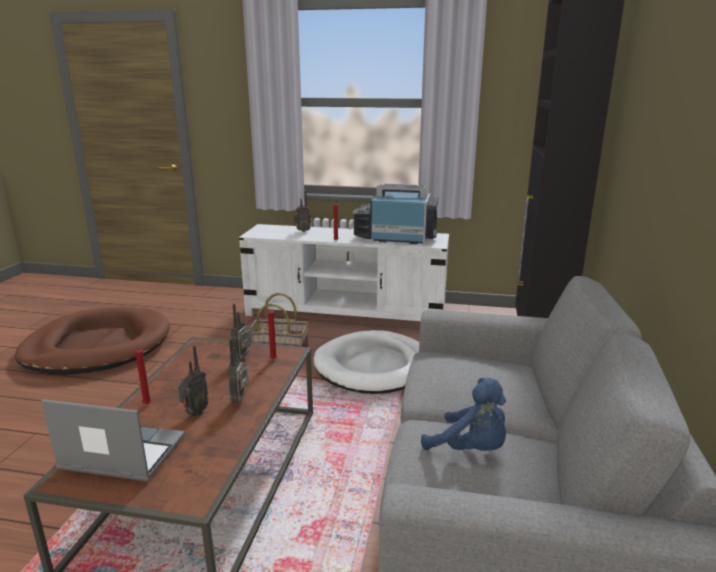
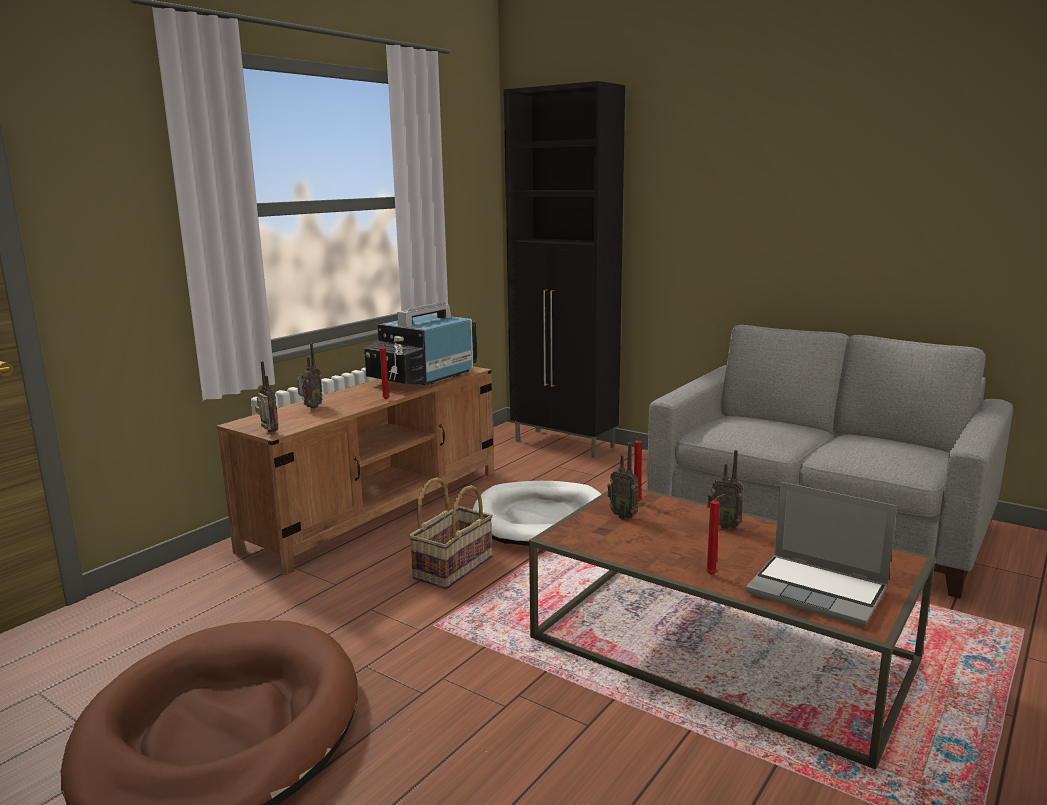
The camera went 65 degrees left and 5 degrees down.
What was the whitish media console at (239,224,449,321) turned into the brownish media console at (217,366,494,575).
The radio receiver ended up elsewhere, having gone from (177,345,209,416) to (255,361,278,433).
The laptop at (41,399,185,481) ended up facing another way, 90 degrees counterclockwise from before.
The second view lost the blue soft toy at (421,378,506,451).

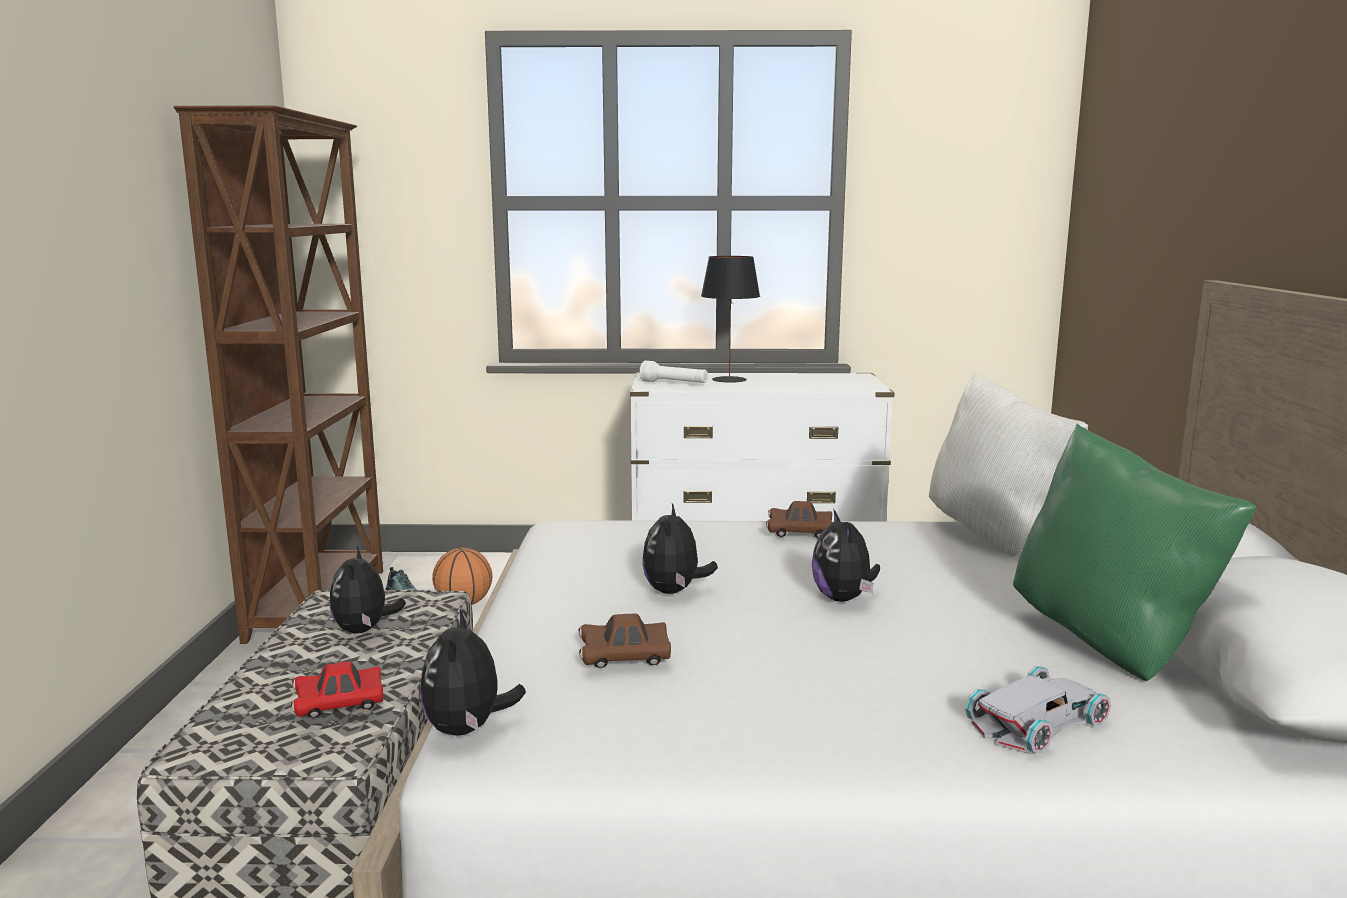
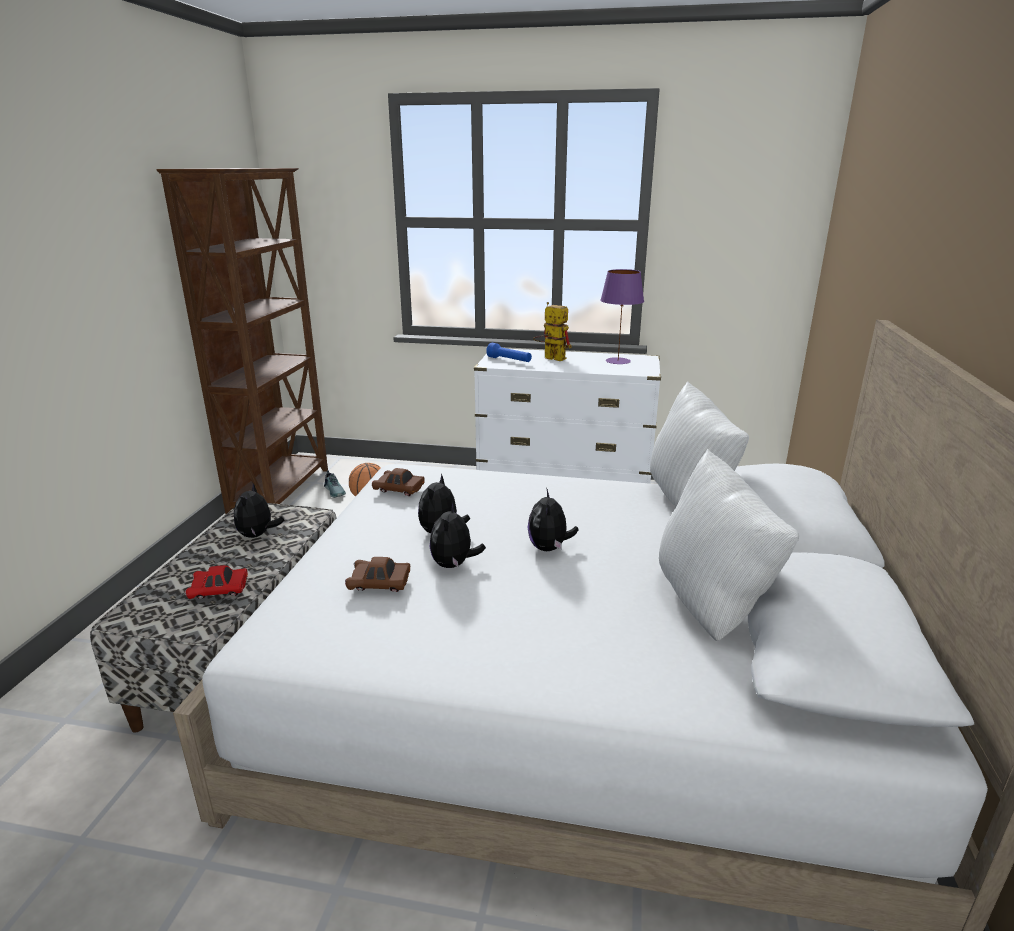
The camera went 10 degrees right and 10 degrees up.
The brownish miniature car ended up elsewhere, having gone from (766,501,832,538) to (372,468,425,496).
The soft toy ended up elsewhere, having gone from (420,610,526,736) to (430,502,486,568).
What was the whitish flashlight at (640,361,708,383) turned into the blue flashlight at (486,343,532,362).
Where the black-coloured lamp for a table stood at (701,256,760,383), the robot figure came to stand at (533,302,572,361).
The second view gained the purple-coloured lamp for a table at (600,269,644,364).
What was the greenish cushion at (1013,424,1257,681) turned into the whitish cushion at (659,449,799,641).
The second view lost the whitish miniature car at (965,666,1111,753).

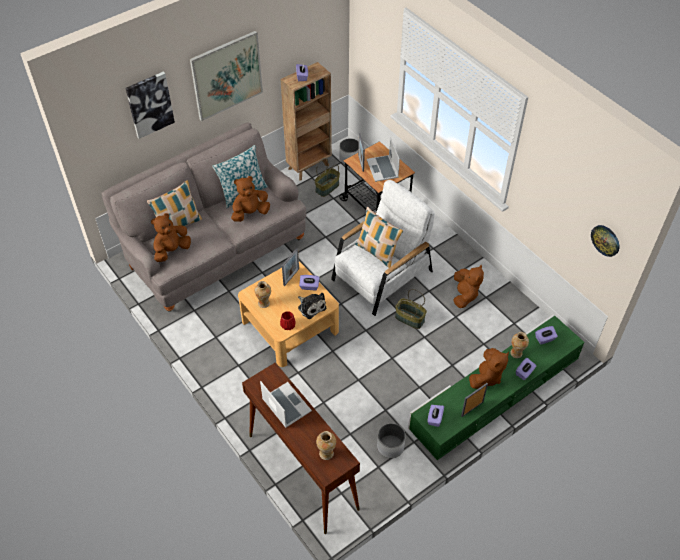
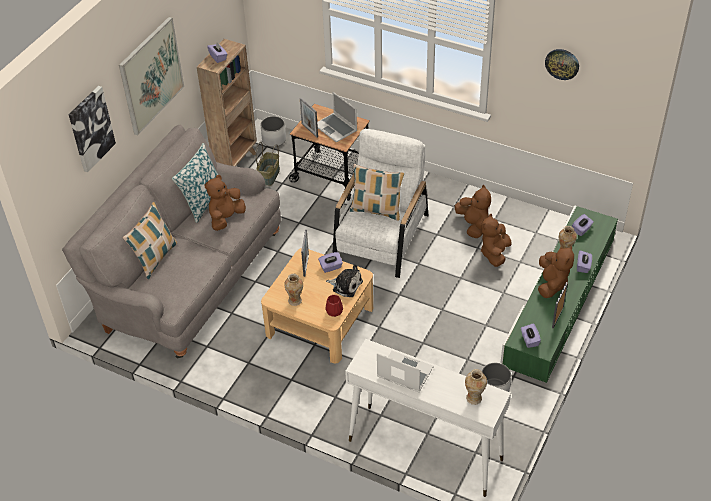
The camera went 25 degrees left and 5 degrees down.
What was the brownish hall table at (242,362,360,534) turned into the whitish hall table at (345,339,511,497).
The brownish soft toy ended up elsewhere, having gone from (151,213,191,262) to (481,214,512,267).
The hanging clock ended up elsewhere, having gone from (591,225,619,257) to (545,49,579,80).
The second view lost the storage basket at (395,289,427,329).

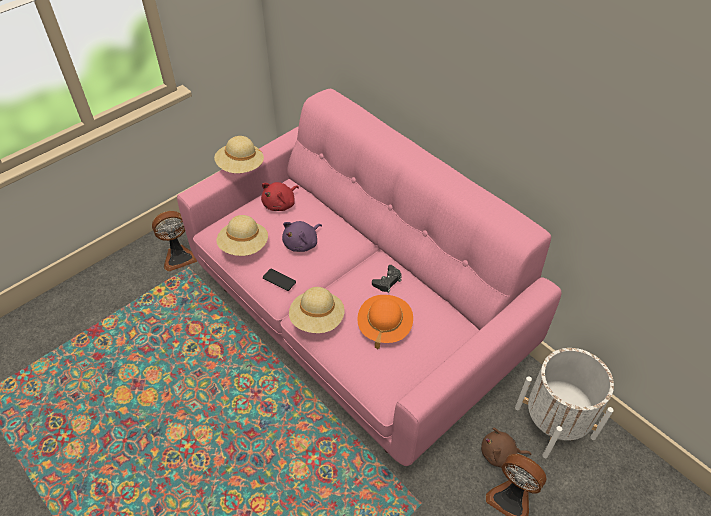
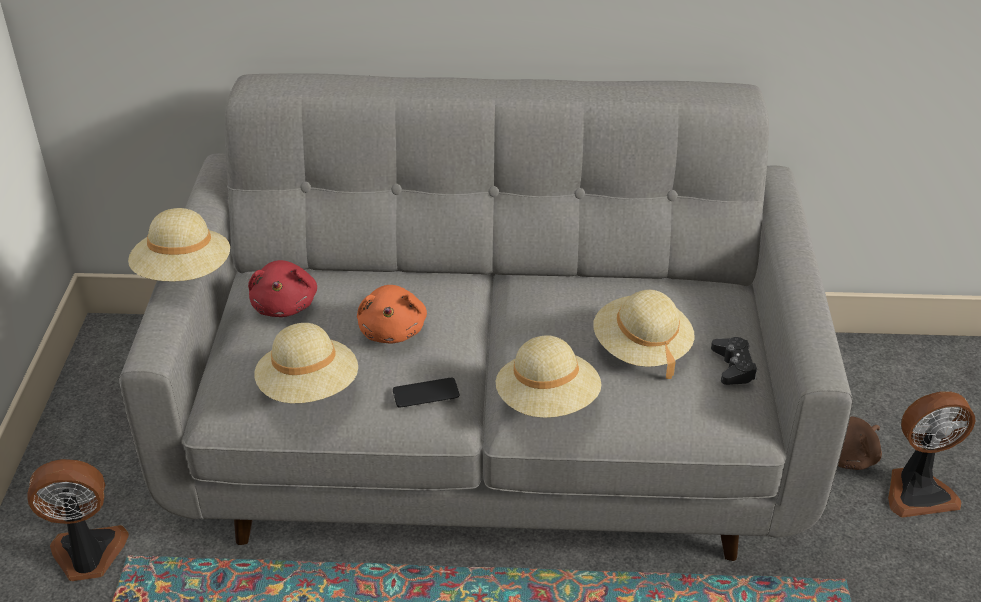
The camera went 45 degrees left and 10 degrees down.
The fan at (152,211,197,271) ended up facing another way, 120 degrees counterclockwise from before.
What was the pink-coloured couch at (177,89,561,466) turned into the greyish couch at (119,74,853,561).
What was the purple-coloured soft toy at (282,221,322,252) turned into the orange soft toy at (357,285,427,343).
What was the orange wearable hat at (357,295,413,349) turned into the beige-coloured wearable hat at (593,290,695,379).
The black-coloured joypad ended up elsewhere, having gone from (372,265,402,293) to (711,337,757,385).
The second view lost the whitish planter at (515,348,614,458).

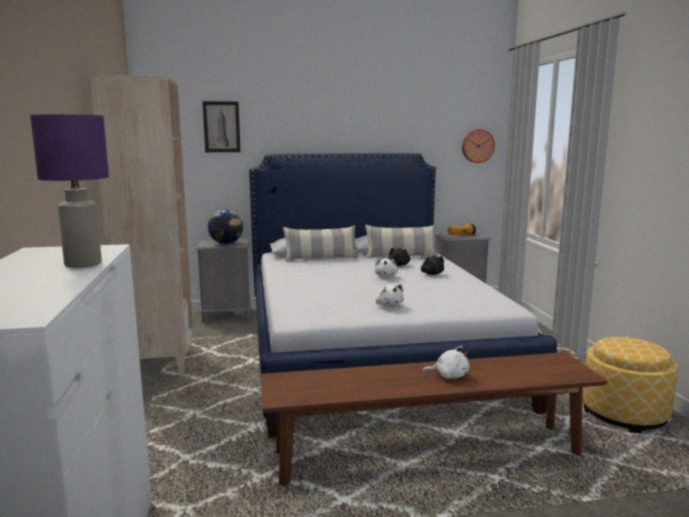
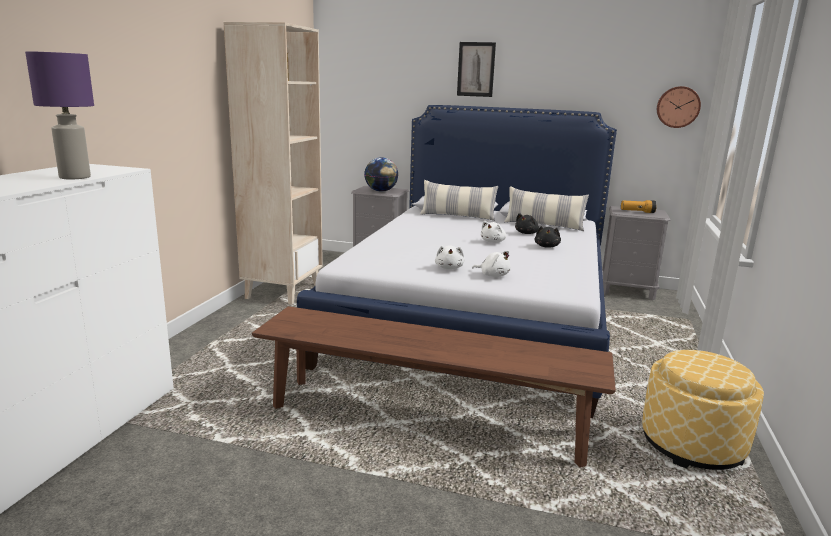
The camera went 25 degrees right and 5 degrees up.
The wall picture ended up elsewhere, having gone from (203,101,240,152) to (457,42,496,97).
The whitish soft toy ended up elsewhere, having gone from (422,346,469,378) to (472,251,511,277).

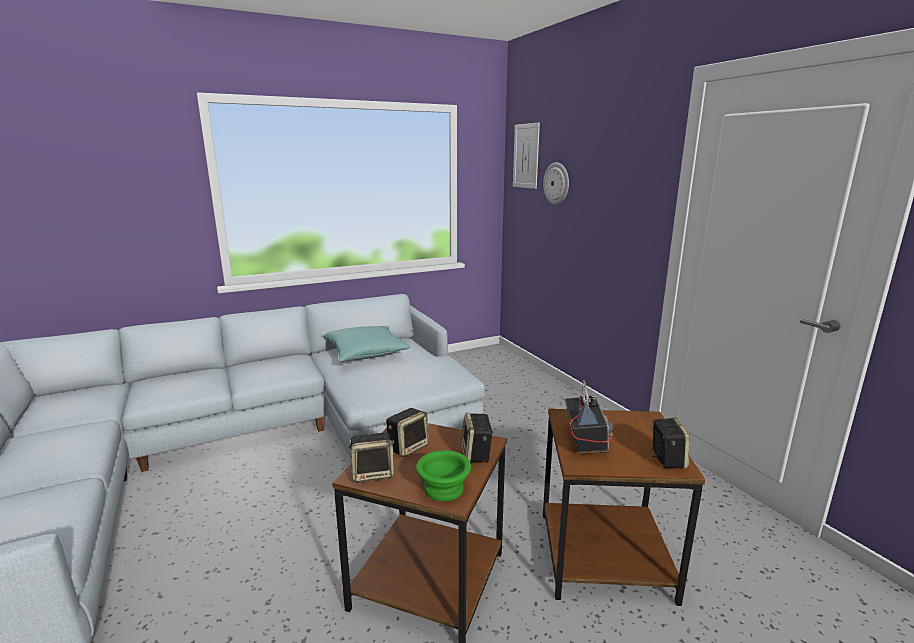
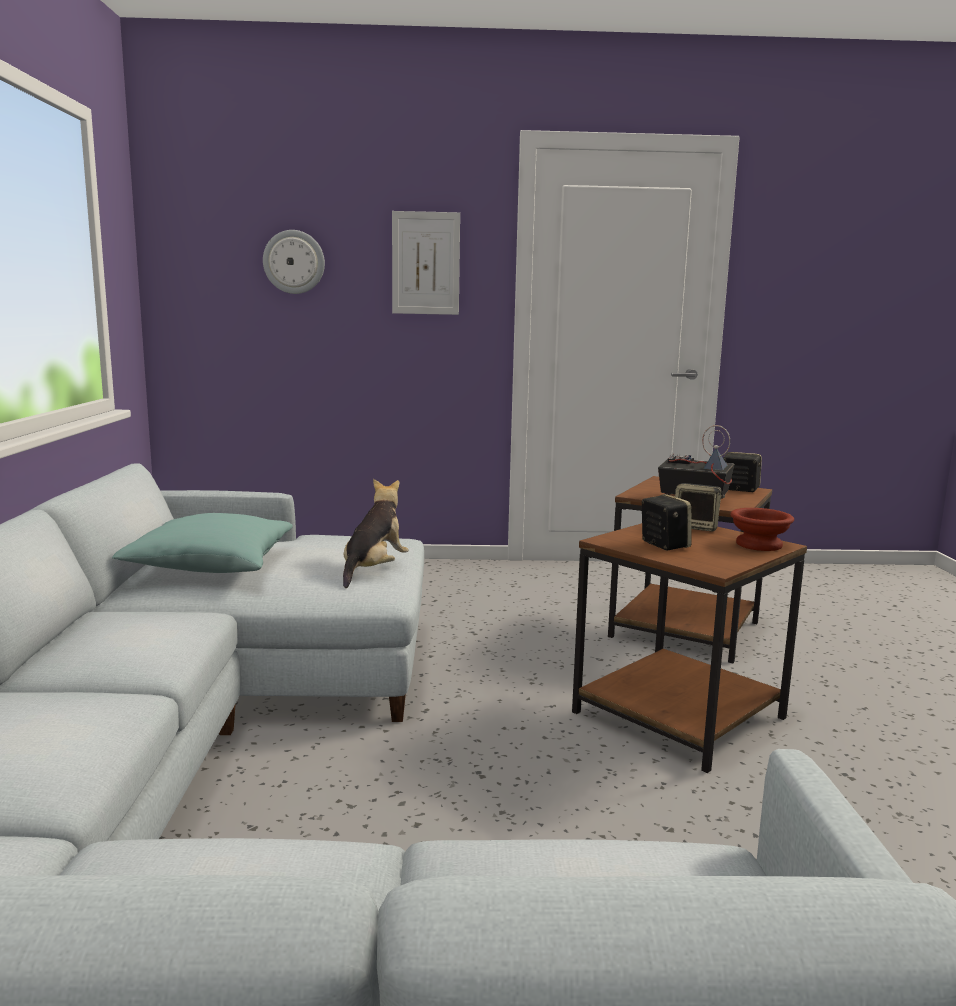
The camera went 65 degrees left and 5 degrees down.
The second view gained the soft toy at (343,479,409,588).
The wall picture ended up elsewhere, having gone from (513,122,540,189) to (392,211,460,315).
What was the greenish deep dish at (416,450,471,501) turned into the brownish deep dish at (730,508,794,551).
The second view lost the speaker at (349,432,394,483).

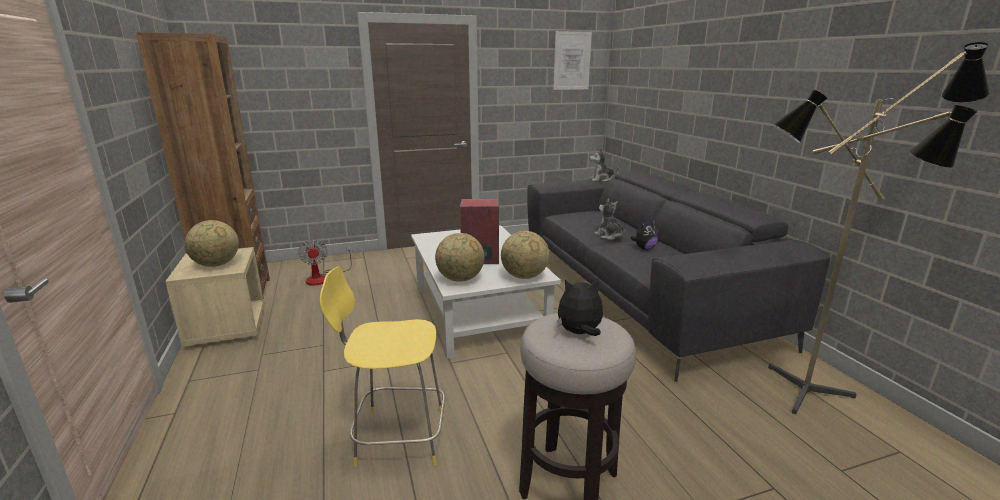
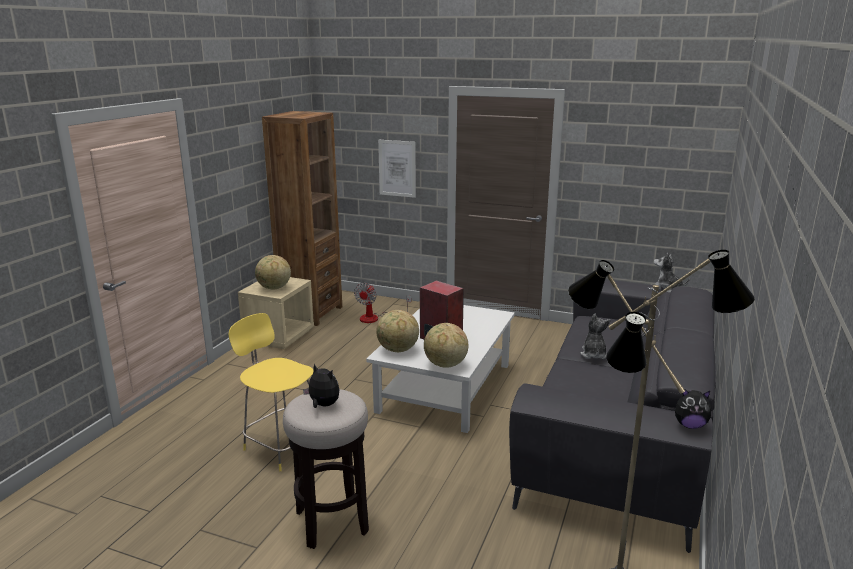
The camera went 40 degrees right and 0 degrees up.
The wall picture ended up elsewhere, having gone from (553,31,592,90) to (378,140,416,198).
The soft toy ended up elsewhere, having gone from (631,219,659,250) to (675,390,711,429).

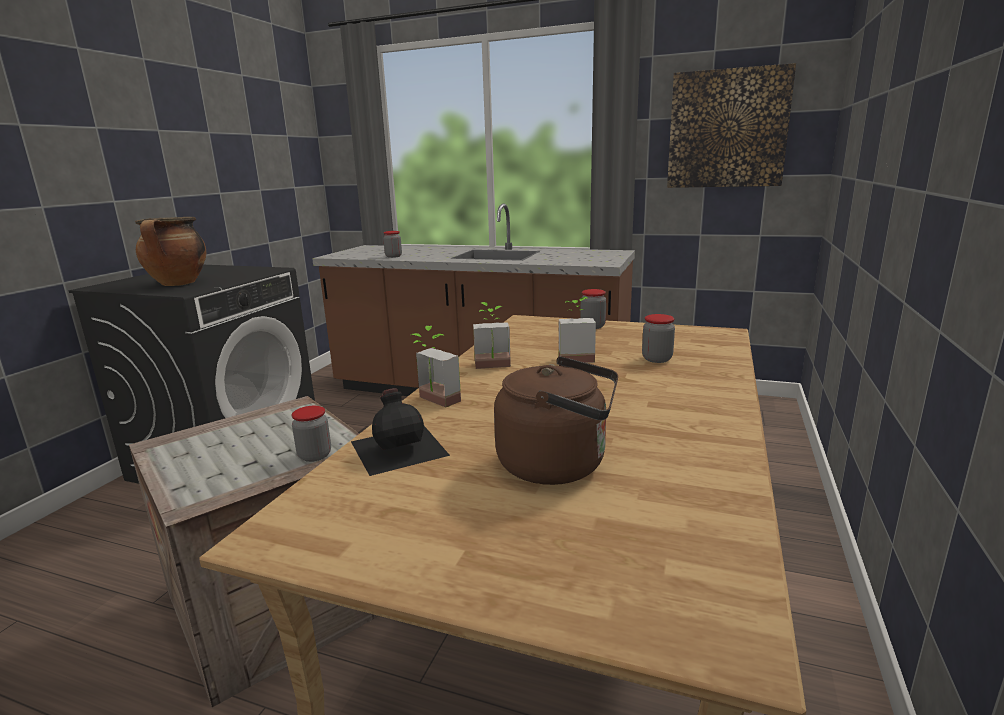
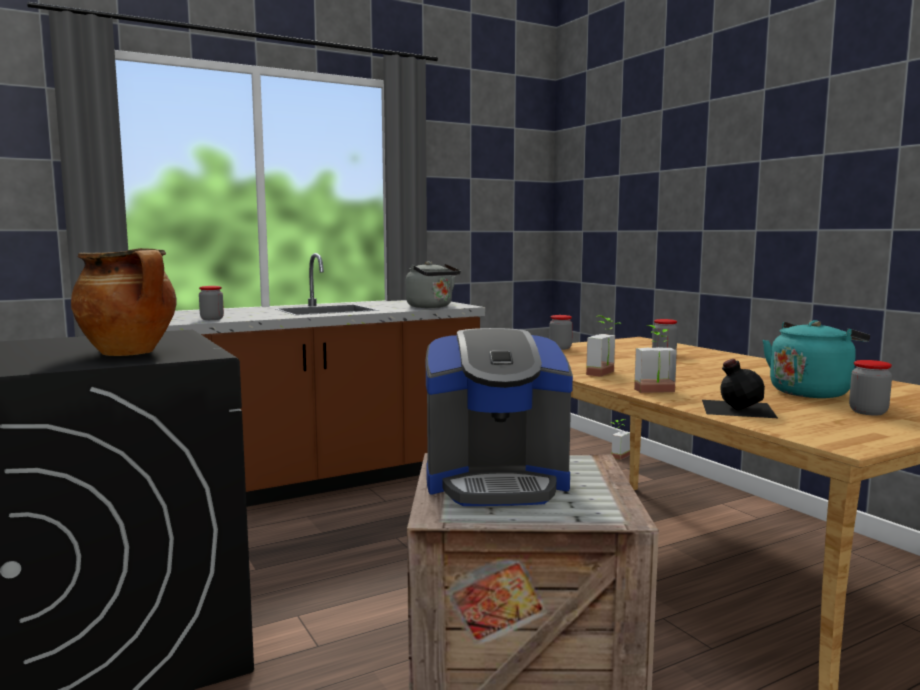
The camera went 50 degrees left and 10 degrees down.
The second view gained the greyish water kettle at (406,261,461,308).
The second view gained the coffee brewer at (426,328,573,506).
The potted plant ended up elsewhere, having gone from (559,297,596,363) to (610,419,630,460).
What was the brownish water kettle at (494,356,618,485) turned into the turquoise water kettle at (762,320,870,398).
The storage jar ended up elsewhere, having gone from (292,406,331,462) to (849,360,892,415).
The second view lost the wall picture at (667,63,796,188).

